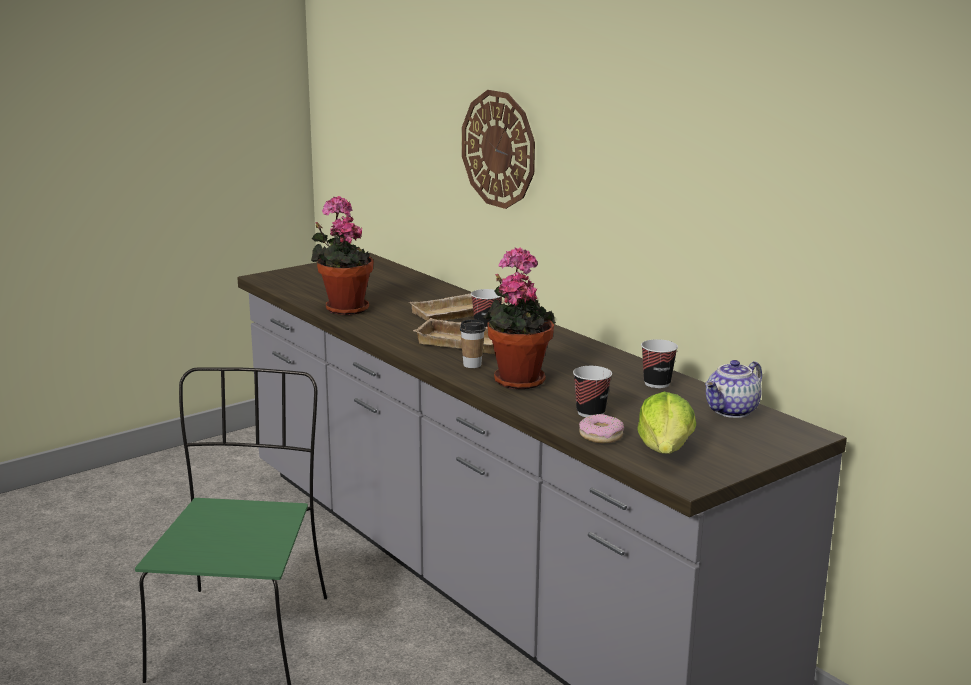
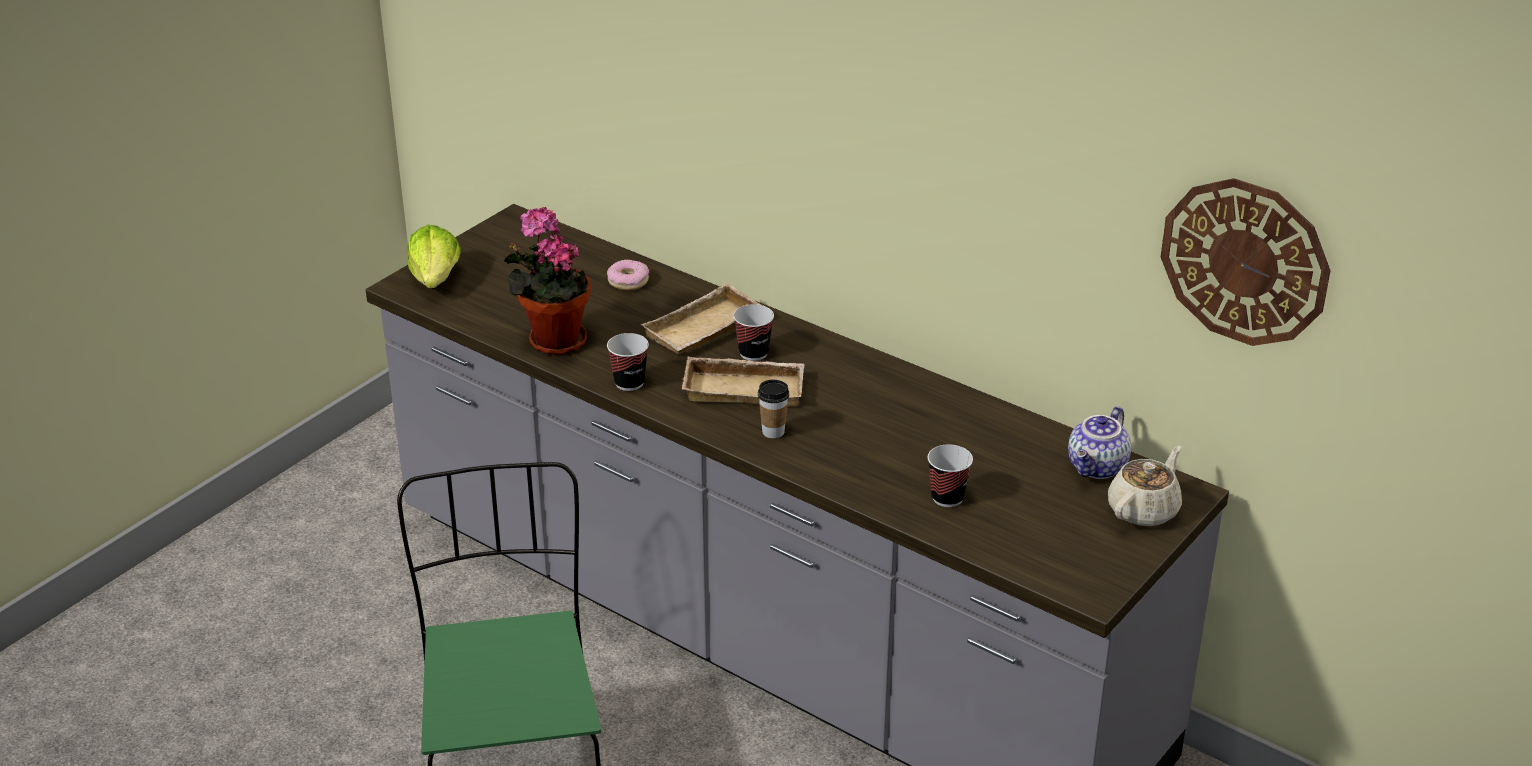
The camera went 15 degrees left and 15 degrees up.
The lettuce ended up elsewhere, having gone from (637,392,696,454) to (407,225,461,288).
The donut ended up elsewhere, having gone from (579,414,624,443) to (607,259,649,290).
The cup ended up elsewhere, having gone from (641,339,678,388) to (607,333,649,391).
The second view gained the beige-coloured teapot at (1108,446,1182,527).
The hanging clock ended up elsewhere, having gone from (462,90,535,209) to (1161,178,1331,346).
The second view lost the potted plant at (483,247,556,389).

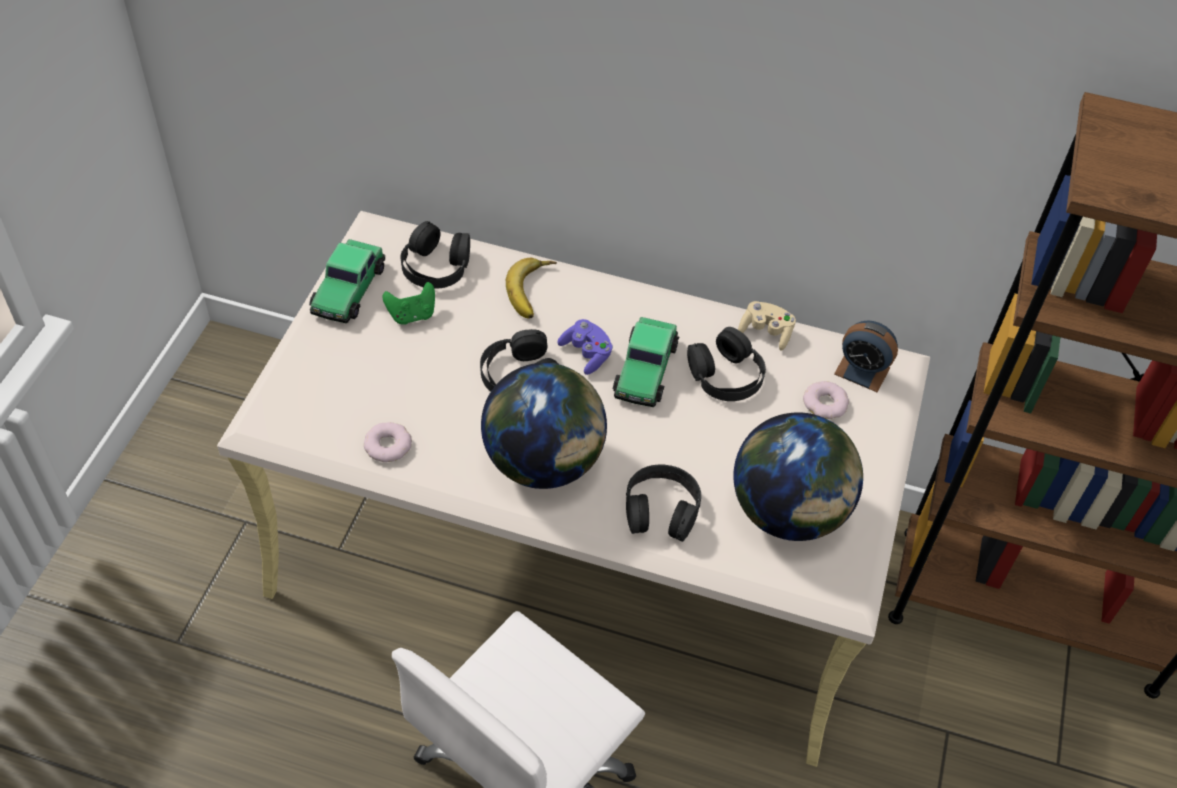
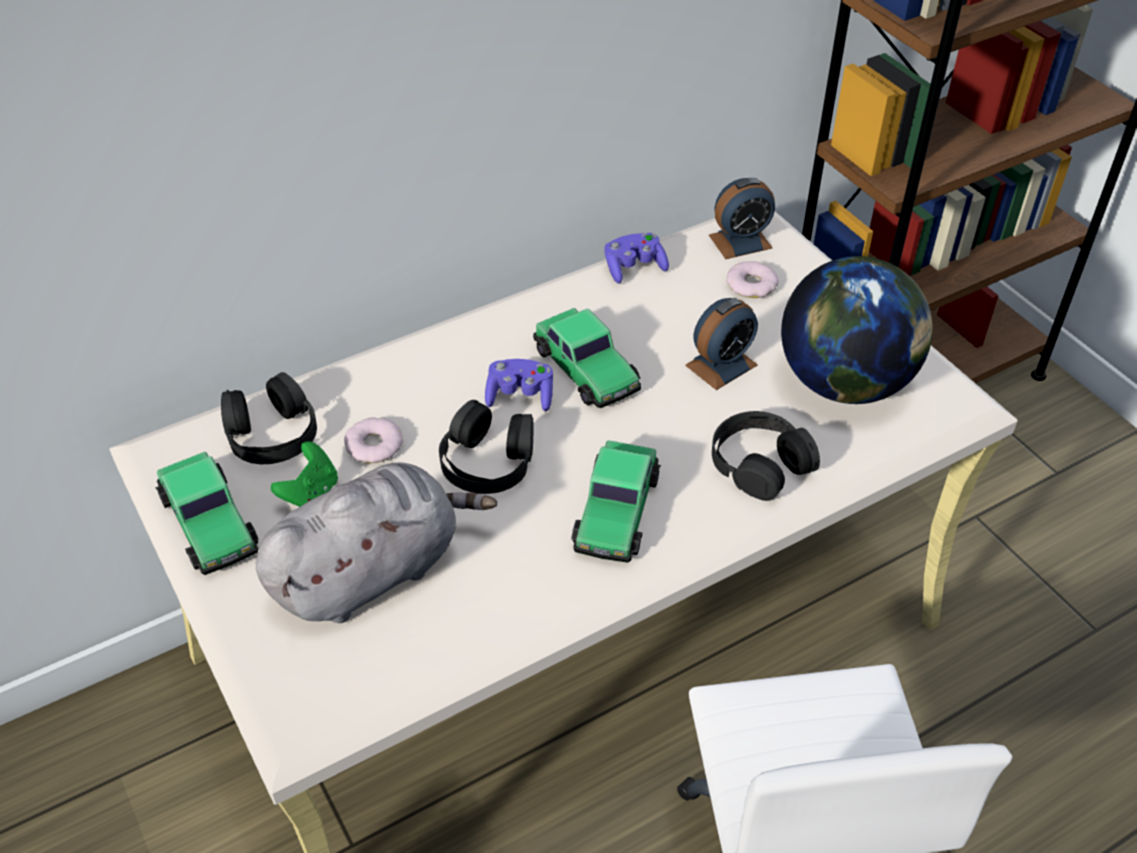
The camera went 45 degrees left and 5 degrees down.
The second view gained the greyish soft toy at (255,462,497,623).
The donut ended up elsewhere, having gone from (364,422,412,462) to (344,417,403,463).
Where the world globe stood at (481,363,607,489), the miniature car came to stand at (571,440,661,563).
What was the beige-coloured joypad at (738,301,796,350) turned into the purple-coloured joypad at (604,233,669,284).
The second view gained the bedside clock at (685,298,758,390).
The second view lost the whole banana at (506,258,557,319).
The second view lost the black-coloured headset at (687,327,766,401).

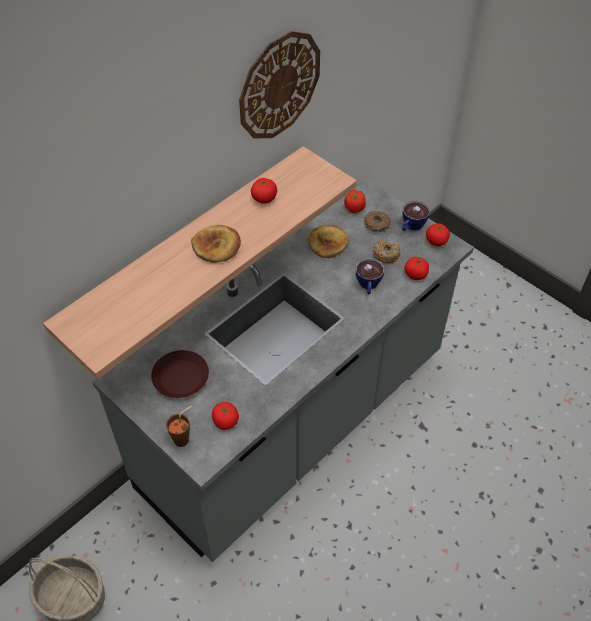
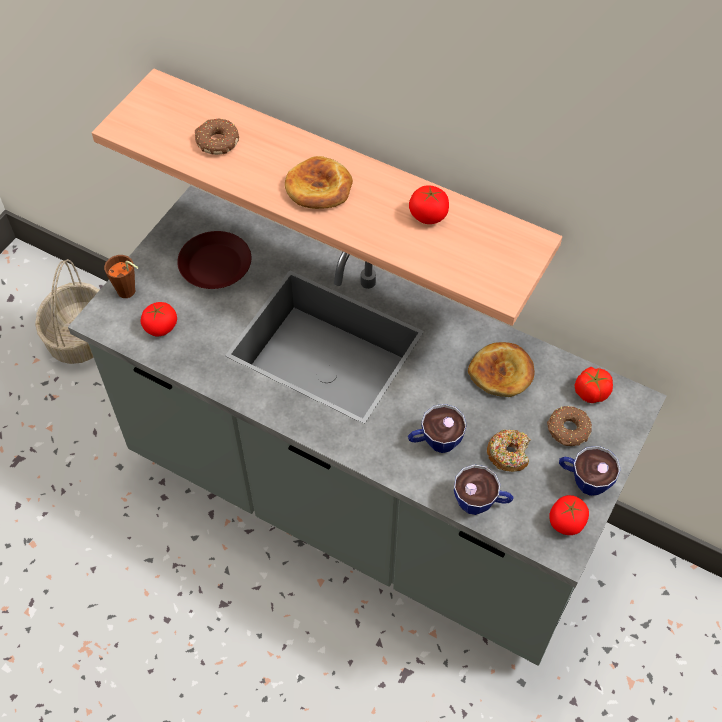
The camera went 75 degrees right and 5 degrees up.
The second view gained the donut at (195,118,239,155).
Where the tomato stood at (404,257,429,280), the cup came to stand at (454,464,513,515).
The second view lost the hanging clock at (239,31,320,138).

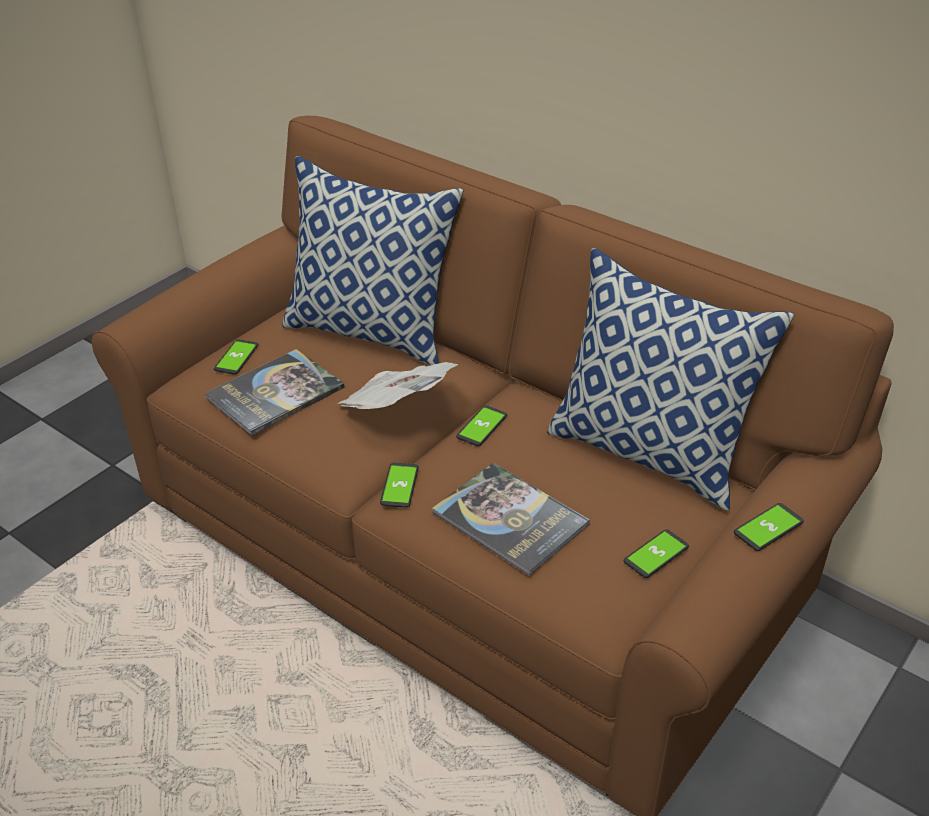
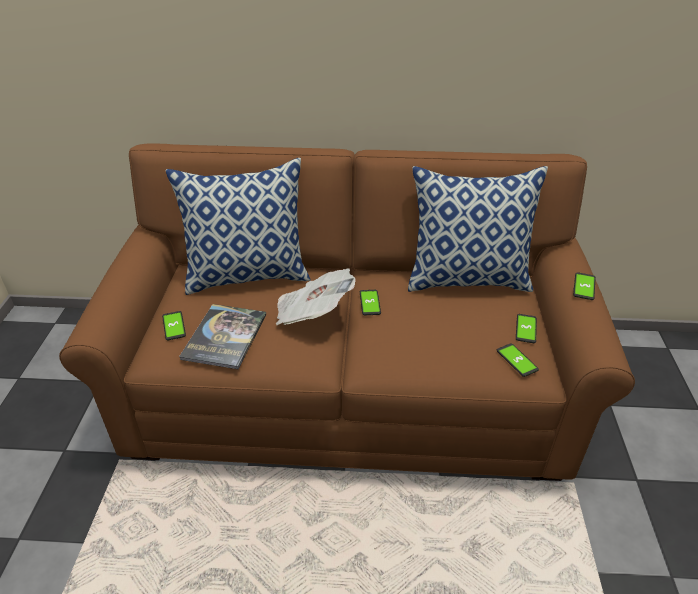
The camera went 35 degrees left and 0 degrees up.
The telephone ended up elsewhere, having gone from (380,463,419,508) to (497,343,539,377).
The second view lost the volume at (432,463,590,576).

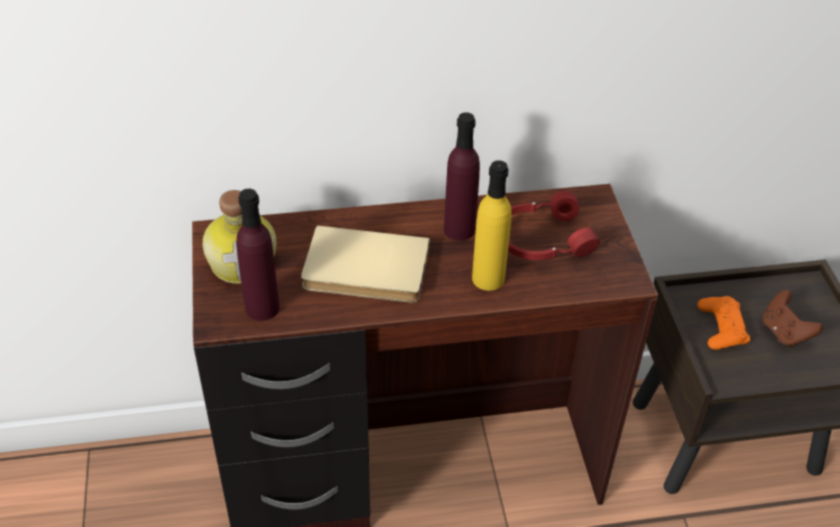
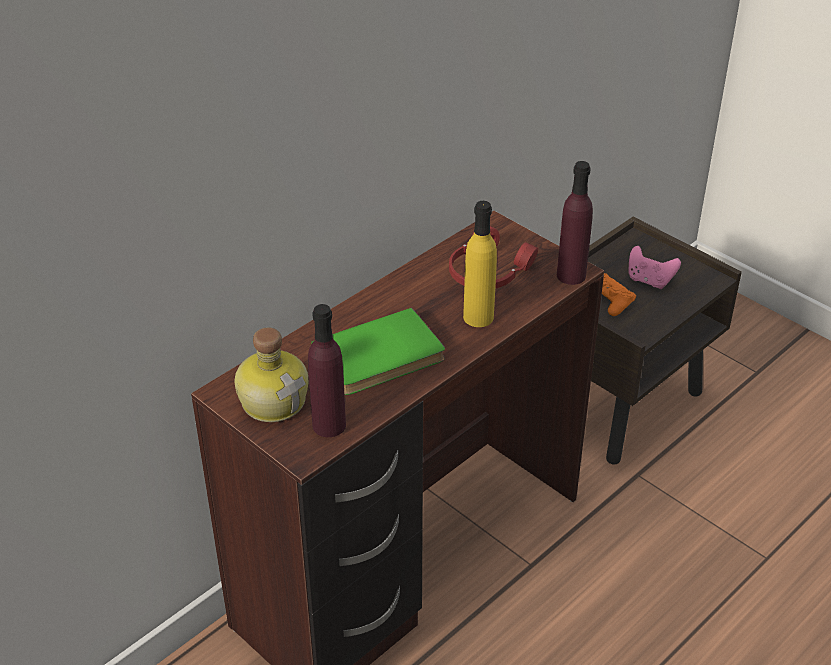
The camera went 35 degrees left and 5 degrees down.
What was the beige-coloured volume at (301,225,430,303) turned into the greenish volume at (312,308,445,395).
The purple-coloured bottle ended up elsewhere, having gone from (444,112,480,241) to (557,161,593,285).
What was the brownish joypad at (762,290,823,347) turned into the pink-coloured joypad at (629,246,681,289).

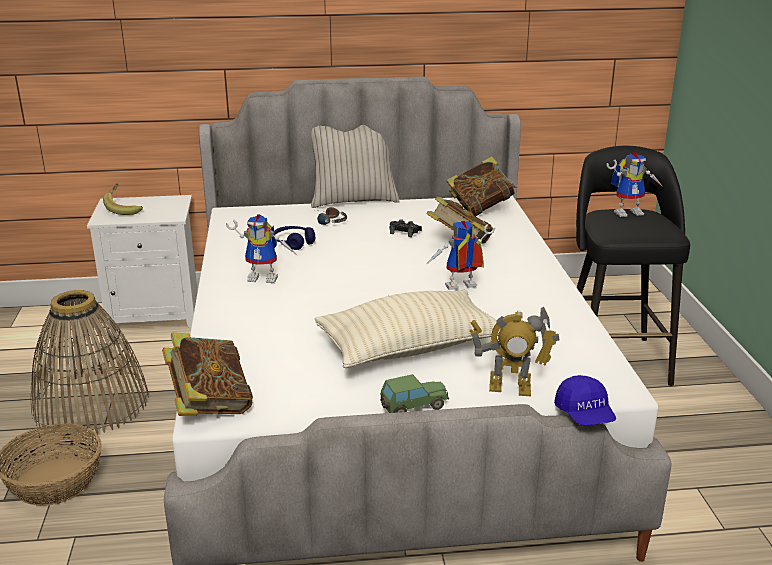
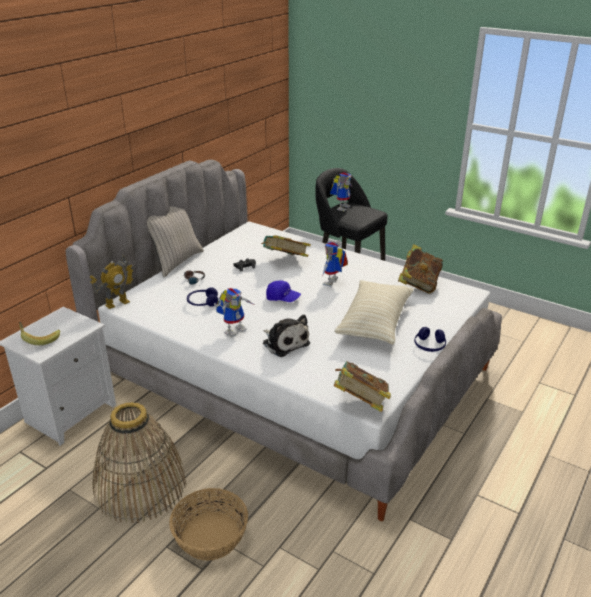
The camera went 50 degrees left and 5 degrees up.
The robot figure ended up elsewhere, having gone from (470,306,559,396) to (90,255,135,309).
The second view gained the soft toy at (263,315,310,357).
The blue cap ended up elsewhere, having gone from (554,375,616,425) to (266,280,301,302).
The volume ended up elsewhere, having gone from (446,156,517,216) to (398,244,443,293).
Where the miniature car stood at (380,374,449,413), the blue headset came to stand at (414,327,446,352).

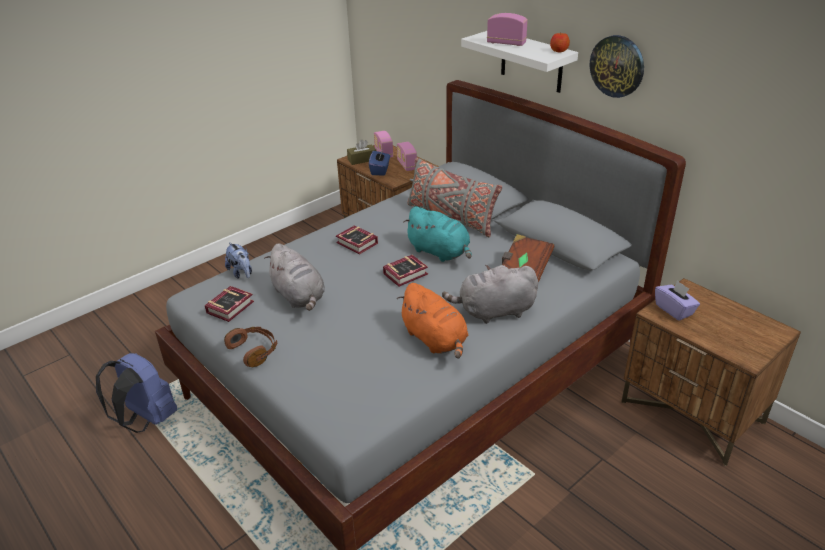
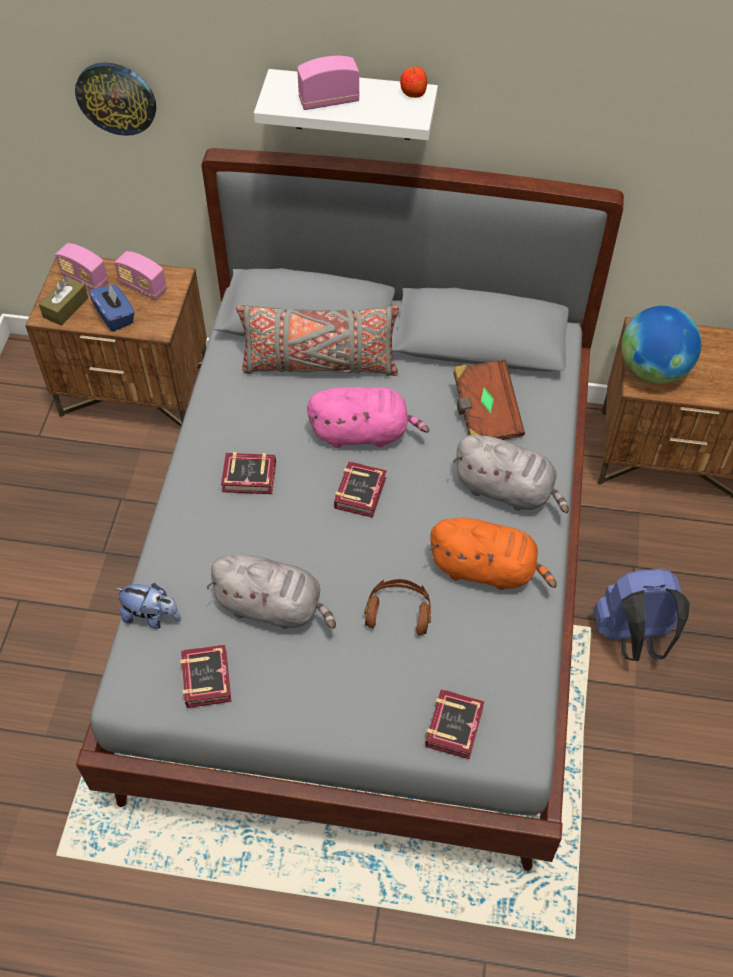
The camera went 40 degrees left and 20 degrees up.
The hanging clock ended up elsewhere, having gone from (590,35,644,98) to (75,62,156,136).
What was the turquoise soft toy at (403,206,472,262) turned into the pink-coloured soft toy at (307,387,429,448).
The brownish headset ended up elsewhere, having gone from (224,327,277,367) to (364,579,431,635).
The second view gained the volume at (425,689,484,759).
The greyish soft toy at (442,265,538,324) ended up facing another way, 105 degrees counterclockwise from before.
The blue backpack ended up elsewhere, having gone from (96,353,177,433) to (594,569,690,661).
Where the purple-coloured tissue holder stood at (655,280,700,321), the world globe came to stand at (621,306,702,384).

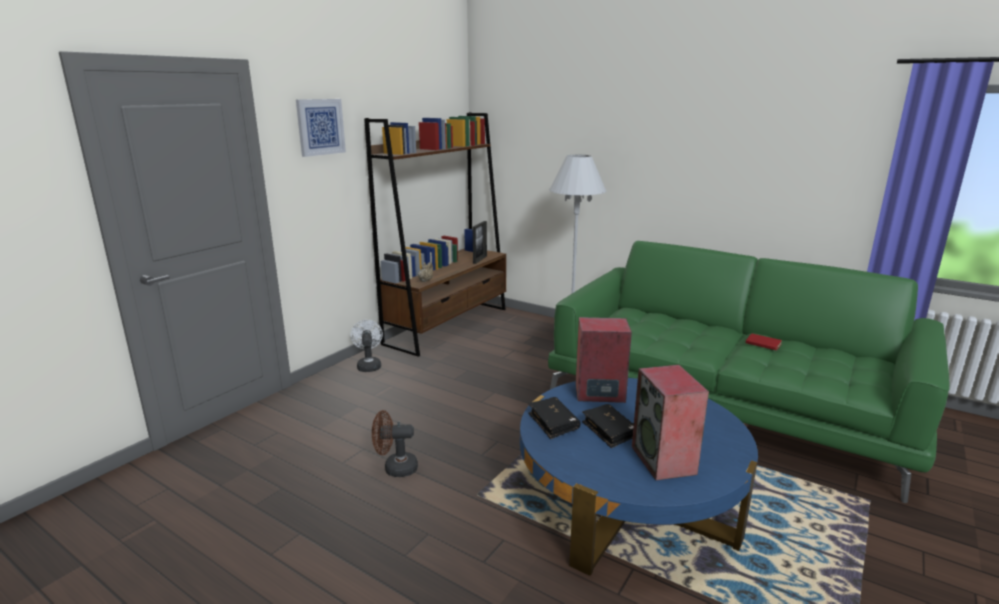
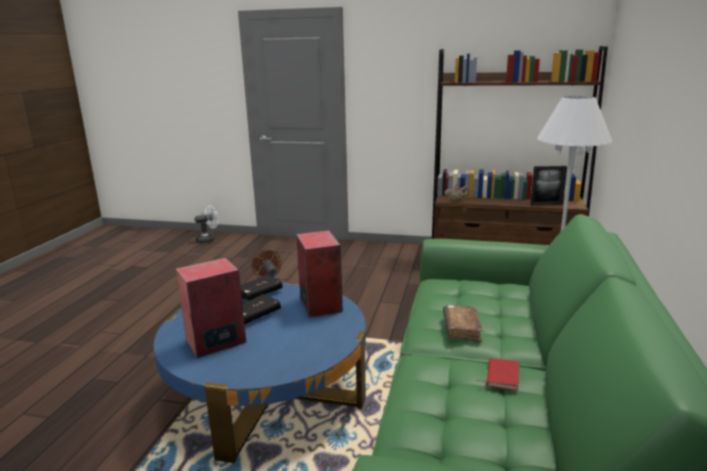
The camera went 70 degrees right and 0 degrees up.
The whitish fan ended up elsewhere, having gone from (350,320,383,372) to (195,205,218,243).
The second view gained the brownish volume at (443,305,484,342).
The second view lost the wall picture at (296,99,346,157).

